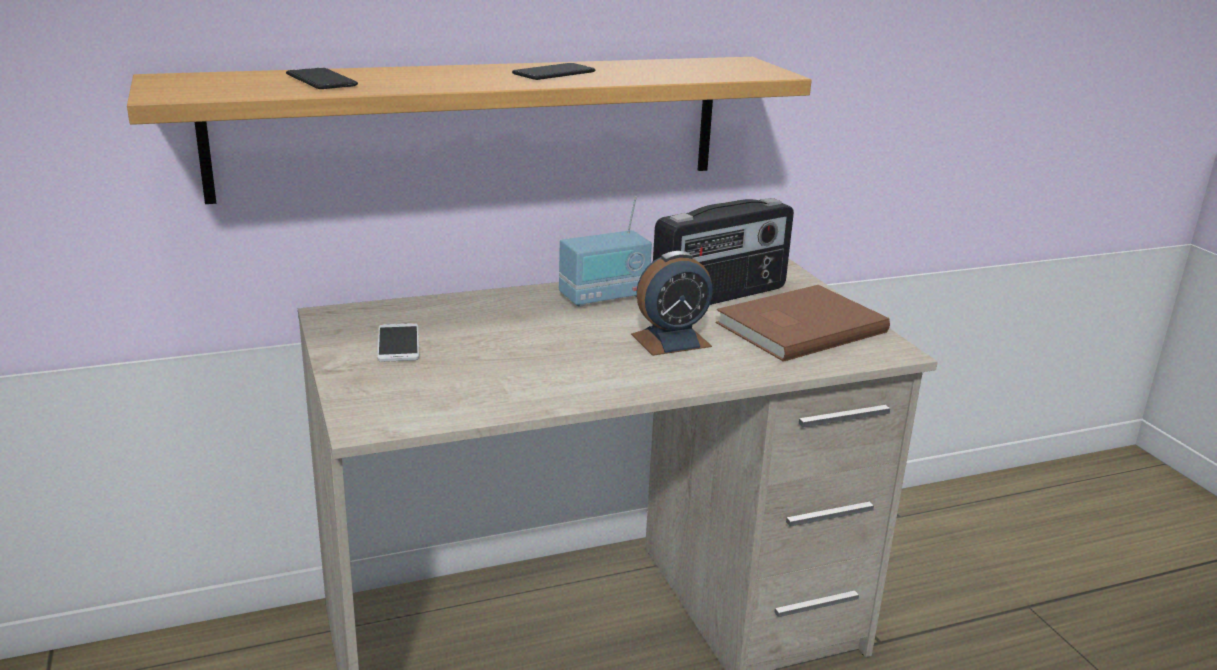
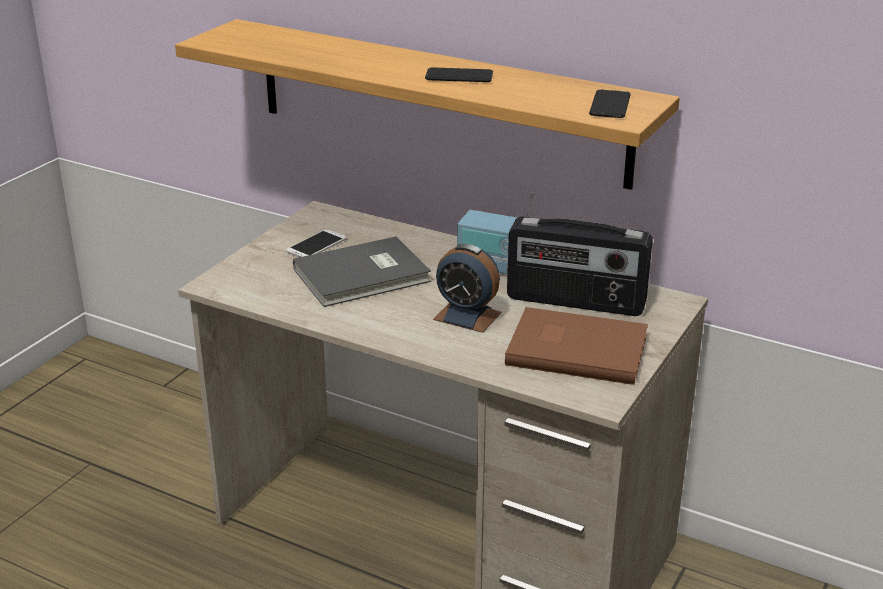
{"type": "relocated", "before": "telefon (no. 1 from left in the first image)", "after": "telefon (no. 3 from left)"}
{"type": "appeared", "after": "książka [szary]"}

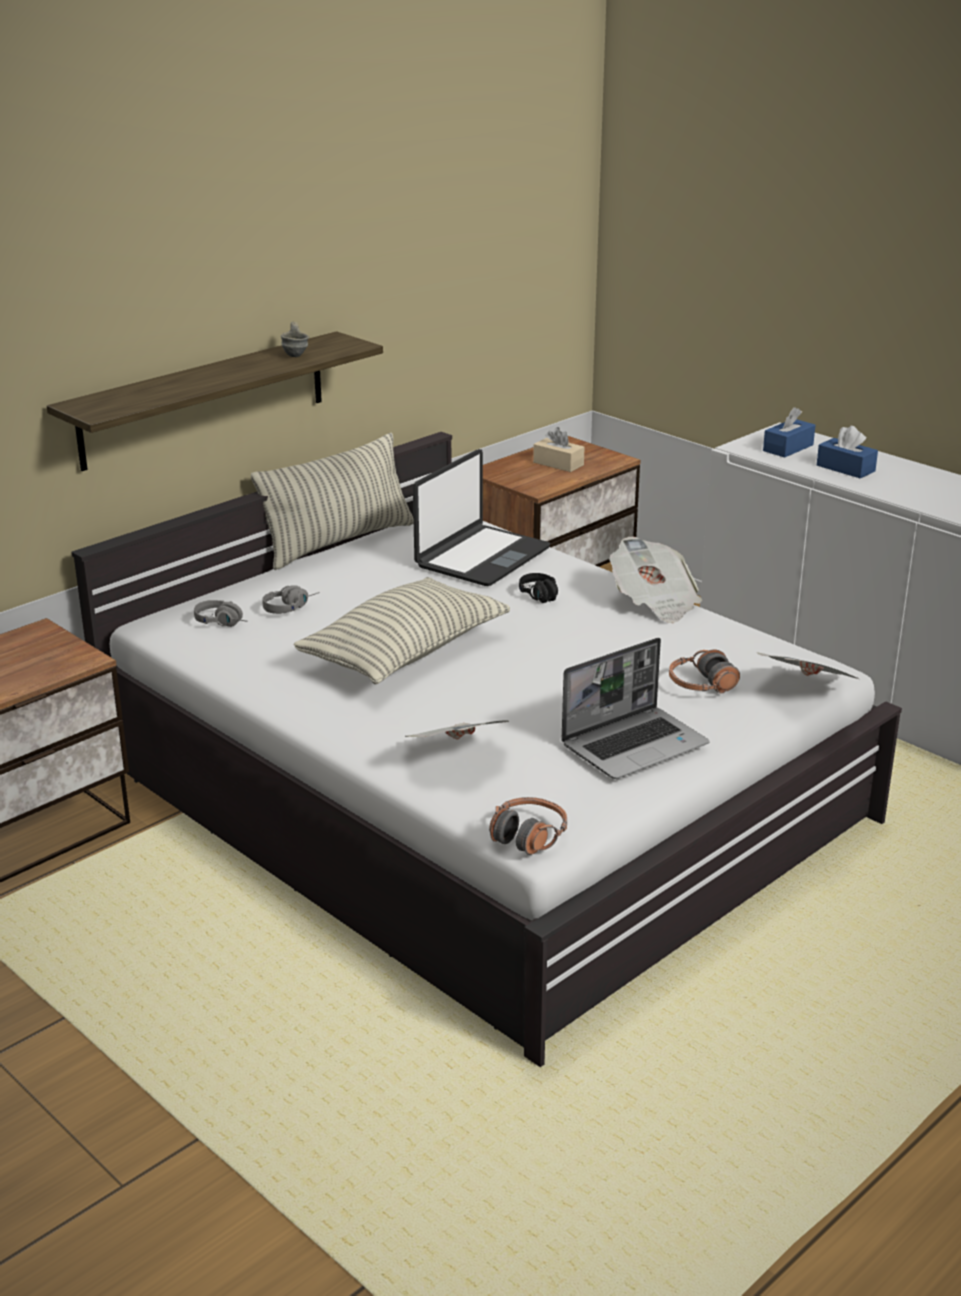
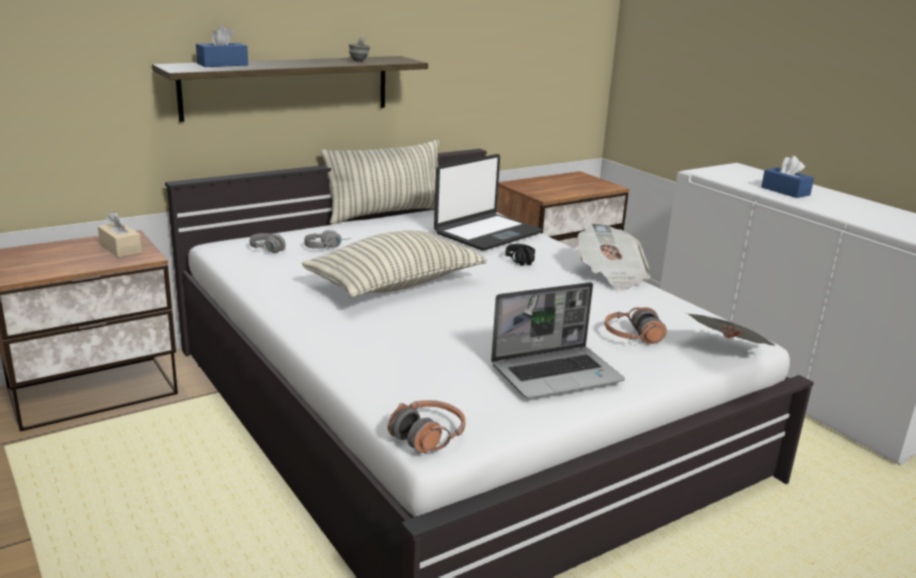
{"type": "missing", "before": "gazeta (no. 1 from left)"}
{"type": "relocated", "before": "pudełko chusteczek [beżowy]"}
{"type": "relocated", "before": "pudełko chusteczek [niebieski] (no. 1 from left)"}

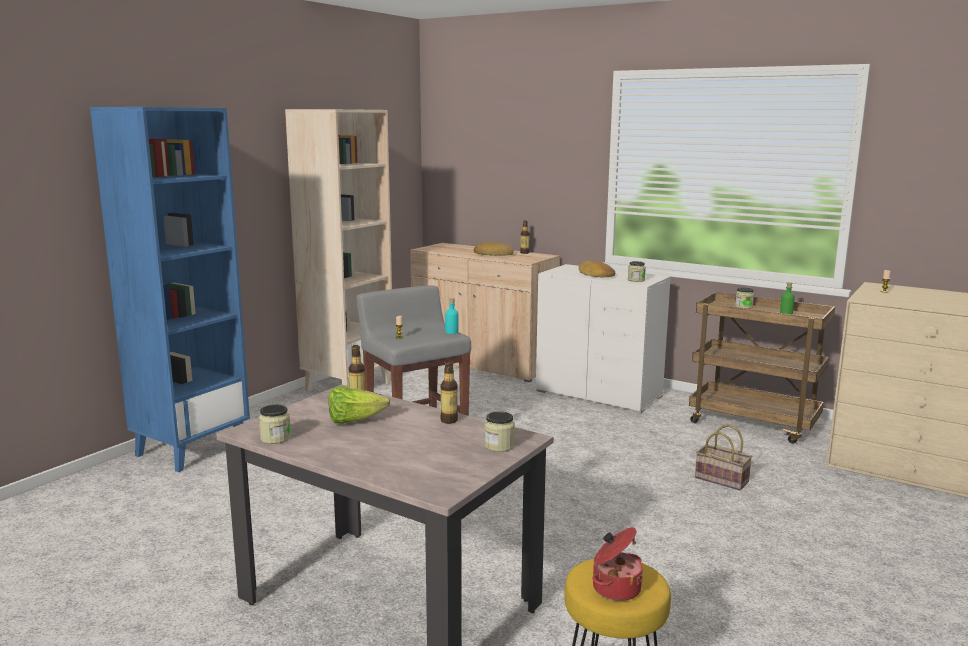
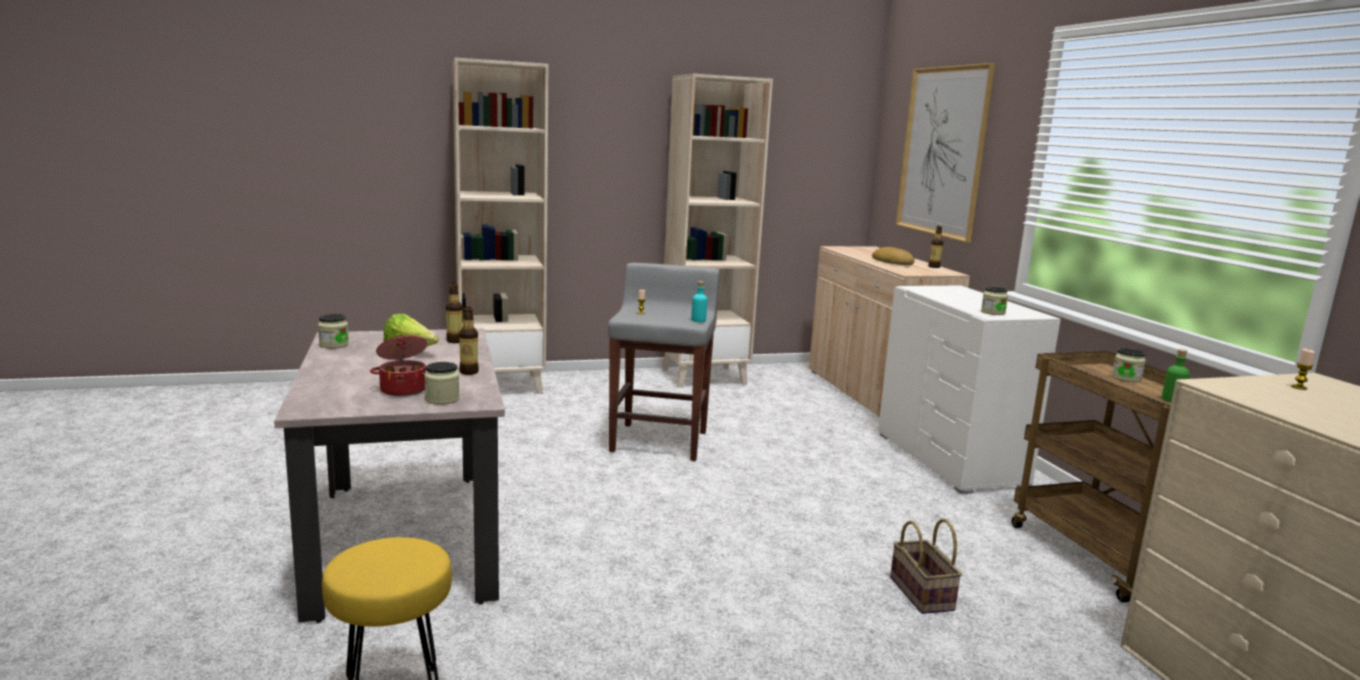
{"type": "colour", "before": "regał [niebieski]", "after": "regał [beżowy] (no. 1 from left)"}
{"type": "missing", "before": "chleb (no. 2 from left)"}
{"type": "relocated", "before": "garnek"}
{"type": "appeared", "after": "obraz"}

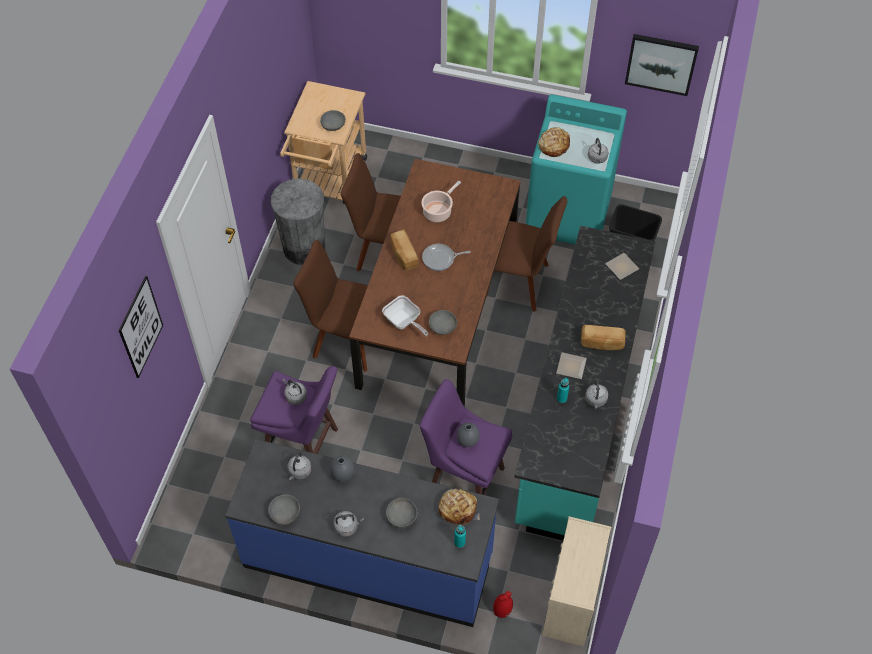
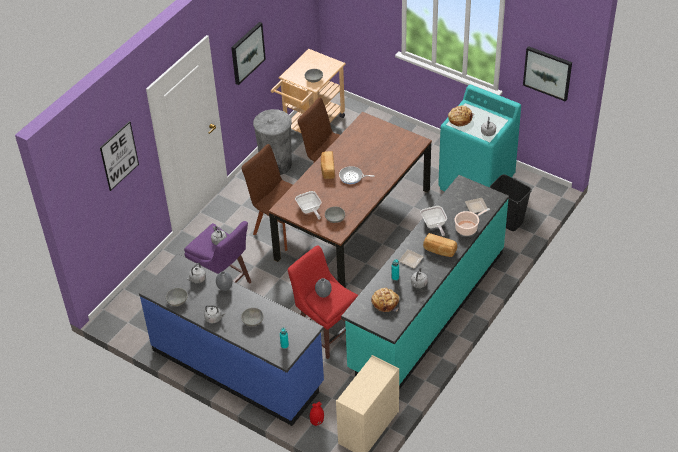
{"type": "colour", "before": "stołek [fioletowy] (no. 2 from left)", "after": "stołek [czerwony]"}
{"type": "relocated", "before": "garnek"}
{"type": "relocated", "before": "chleb (no. 2 from left)"}
{"type": "missing", "before": "krzesło [brązowy] (no. 3 from left)"}
{"type": "appeared", "after": "obraz (no. 2 from left)"}
{"type": "appeared", "after": "patelnia (no. 3 from left)"}

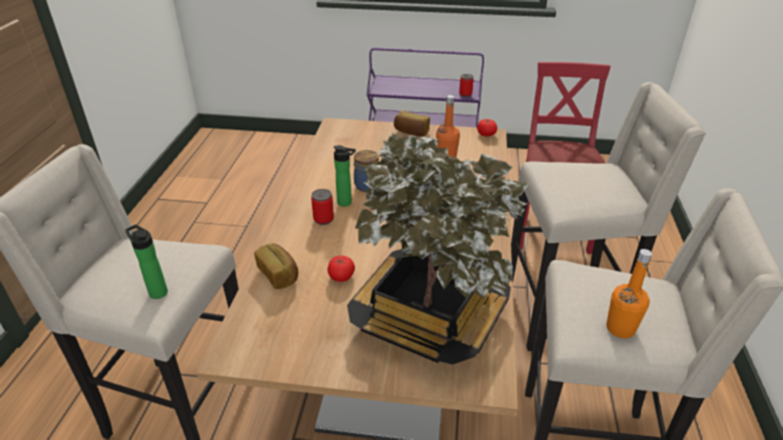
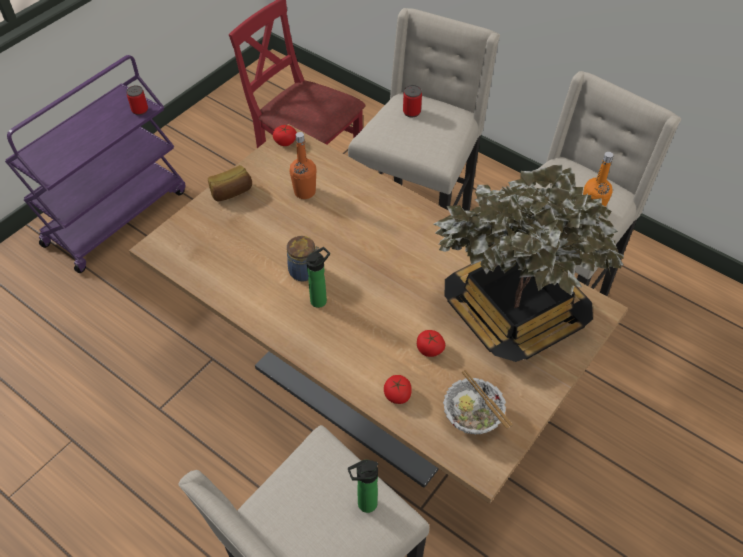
{"type": "exchanged", "before": "chleb (no. 1 from left)", "after": "pomidor (no. 2 from left)"}
{"type": "relocated", "before": "puszka (no. 1 from left in the first image)", "after": "puszka (no. 2 from left)"}
{"type": "appeared", "after": "miska"}

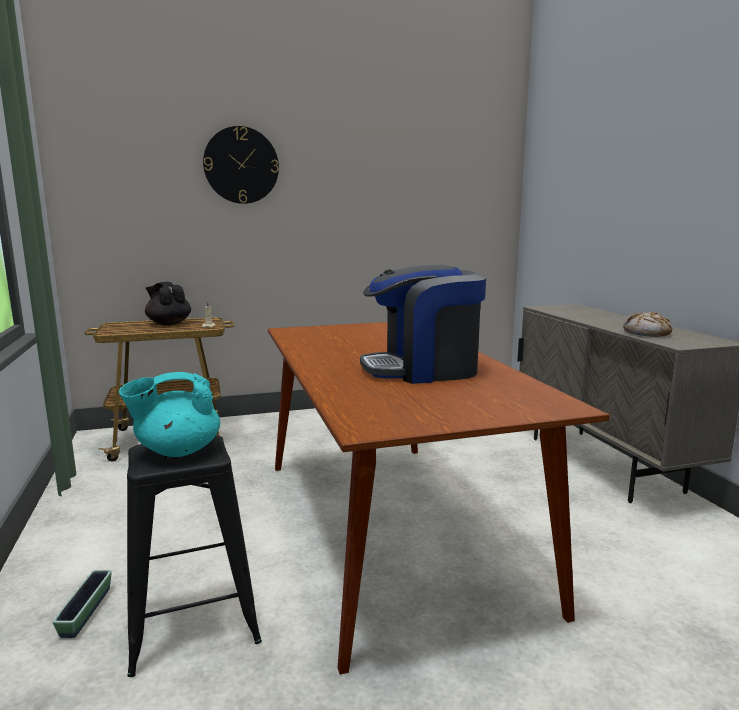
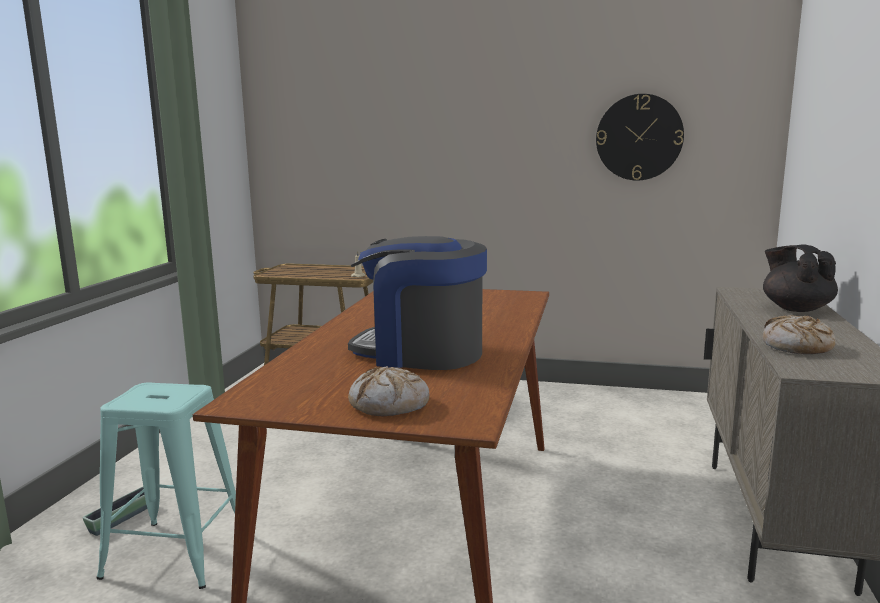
{"type": "missing", "before": "imbryk [turkusowy]"}
{"type": "colour", "before": "stołek [czarny]", "after": "stołek [turkusowy]"}
{"type": "relocated", "before": "imbryk [czarny]"}
{"type": "relocated", "before": "zegar ścienny"}
{"type": "appeared", "after": "chleb (no. 1 from left)"}

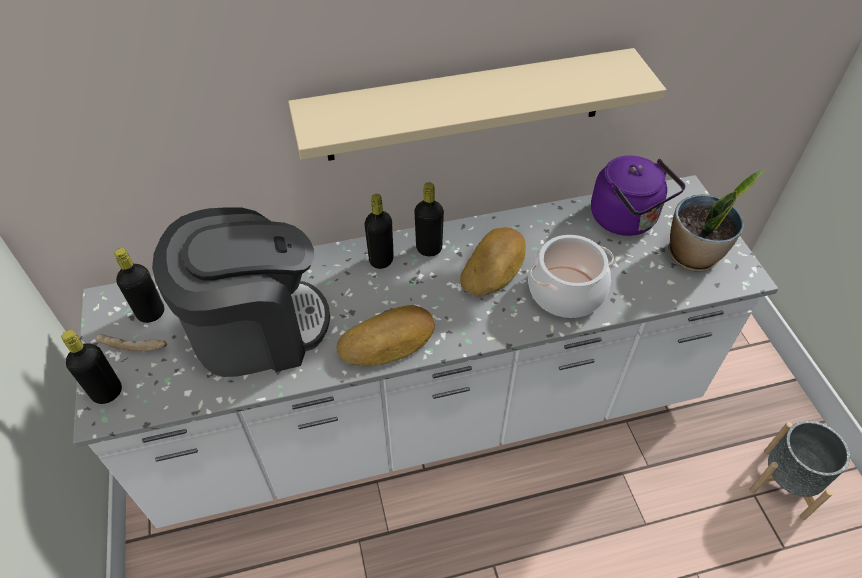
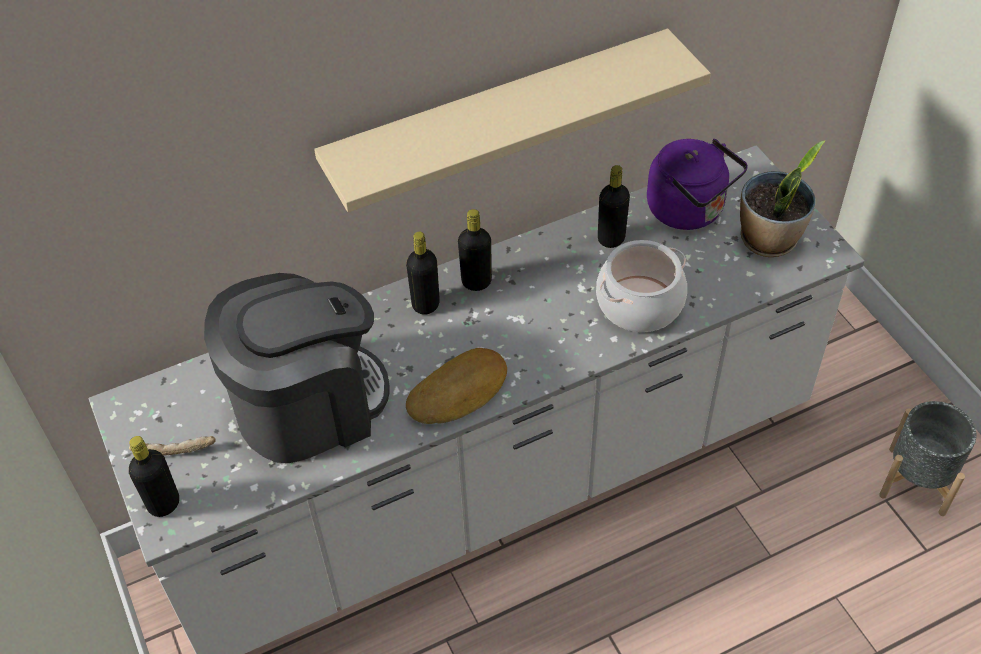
{"type": "relocated", "before": "butelka [czarny] (no. 2 from left in the first image)", "after": "butelka [czarny] (no. 4 from left)"}
{"type": "missing", "before": "chleb (no. 3 from left)"}

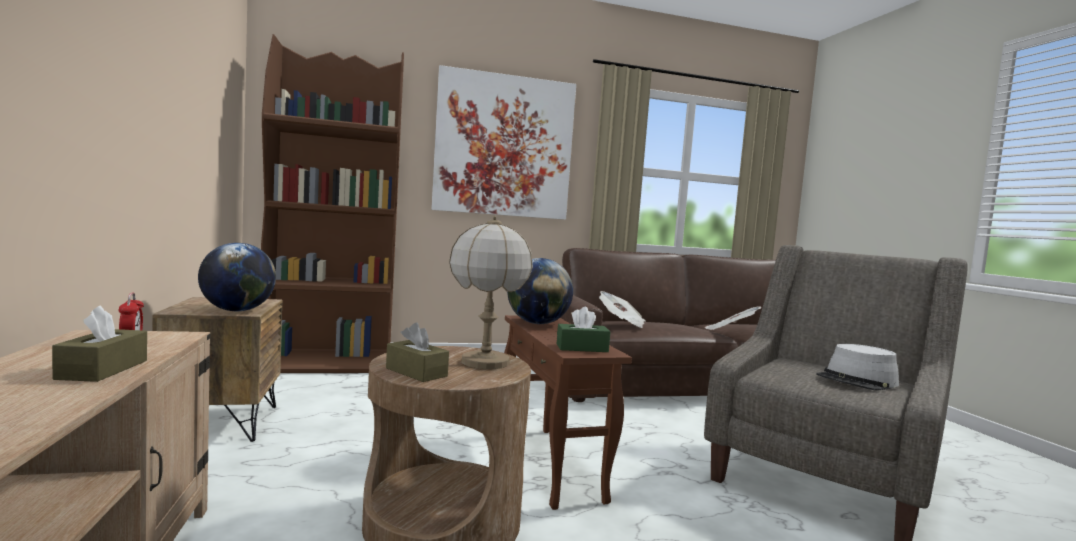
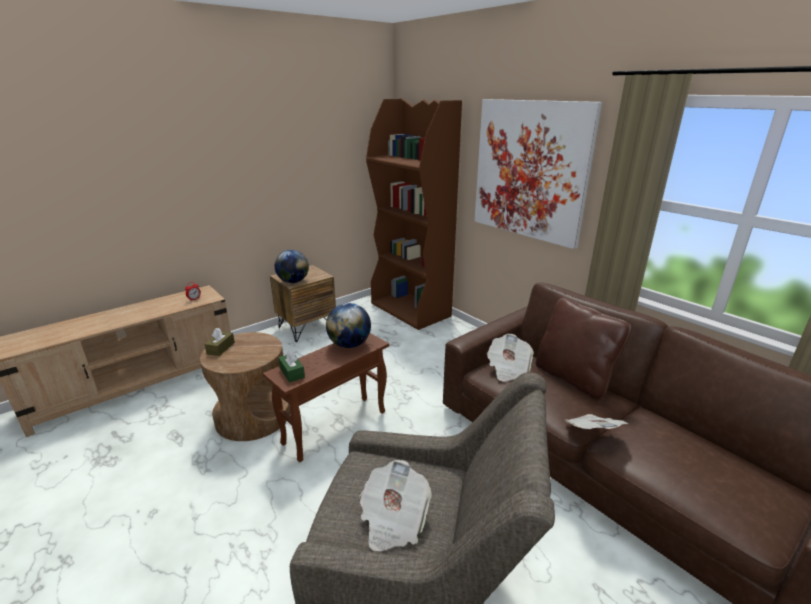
{"type": "missing", "before": "pudełko chusteczek [brązowy] (no. 1 from left)"}
{"type": "missing", "before": "lampa stołowa"}
{"type": "exchanged", "before": "kapelusz [szary]", "after": "gazeta (no. 1 from left)"}
{"type": "appeared", "after": "poduszka [brązowy]"}

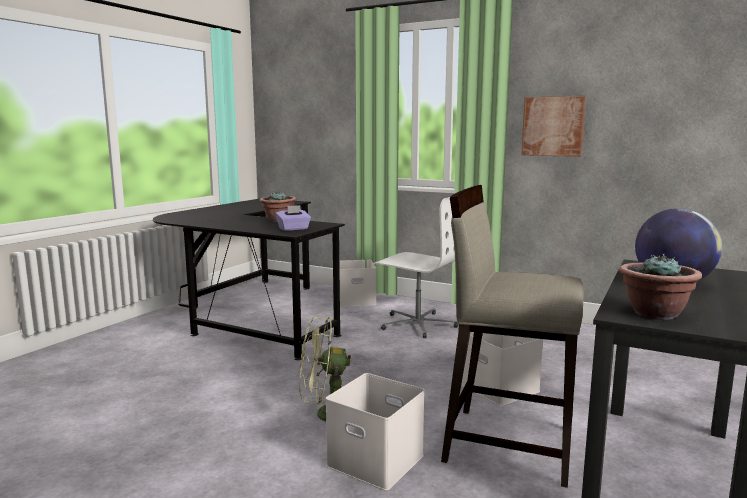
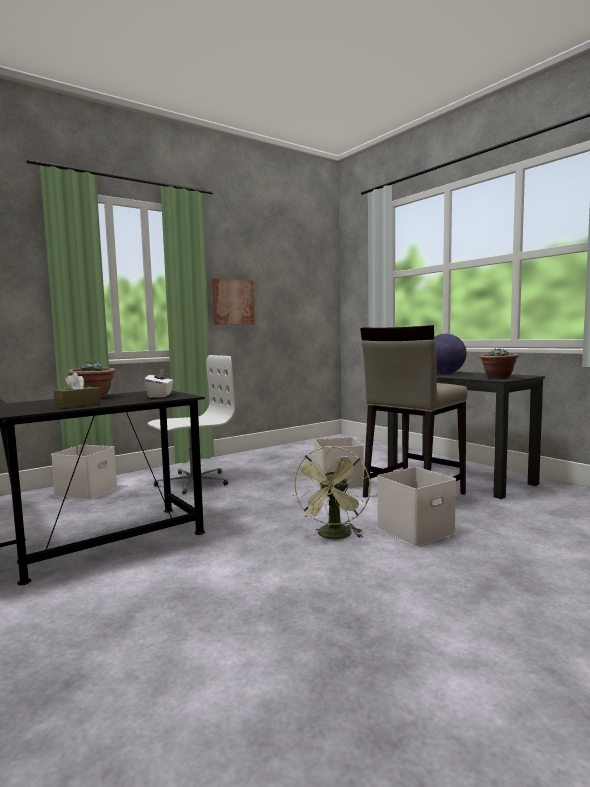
{"type": "colour", "before": "pudełko chusteczek [fioletowy]", "after": "pudełko chusteczek [biały]"}
{"type": "appeared", "after": "pudełko chusteczek [brązowy]"}

